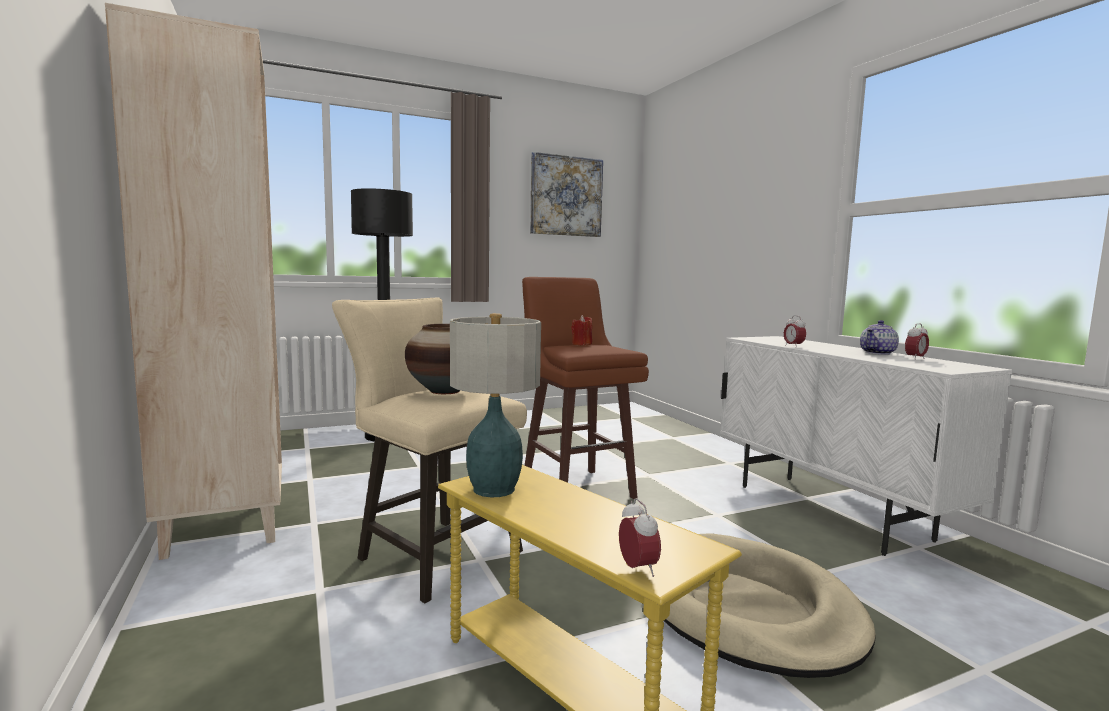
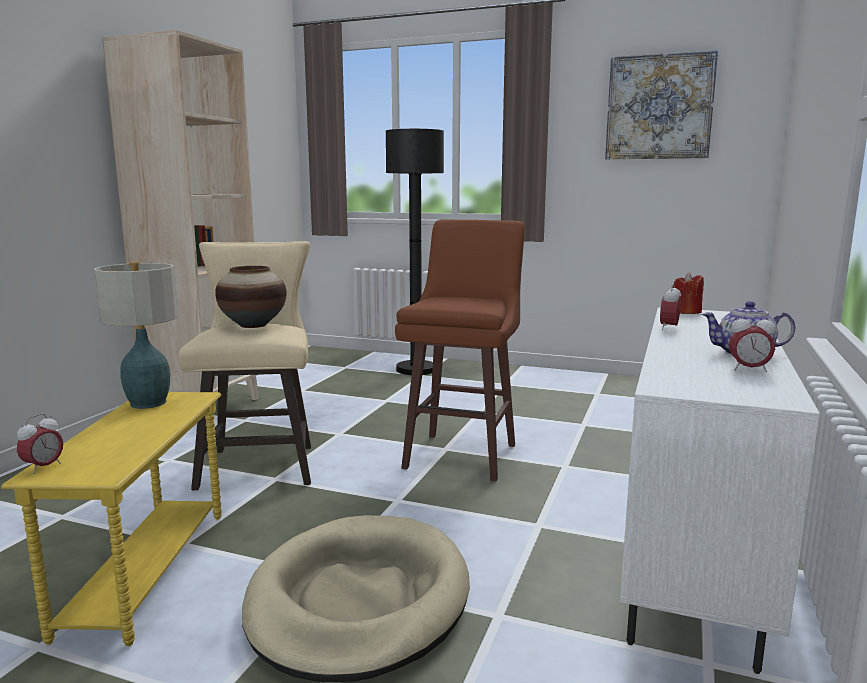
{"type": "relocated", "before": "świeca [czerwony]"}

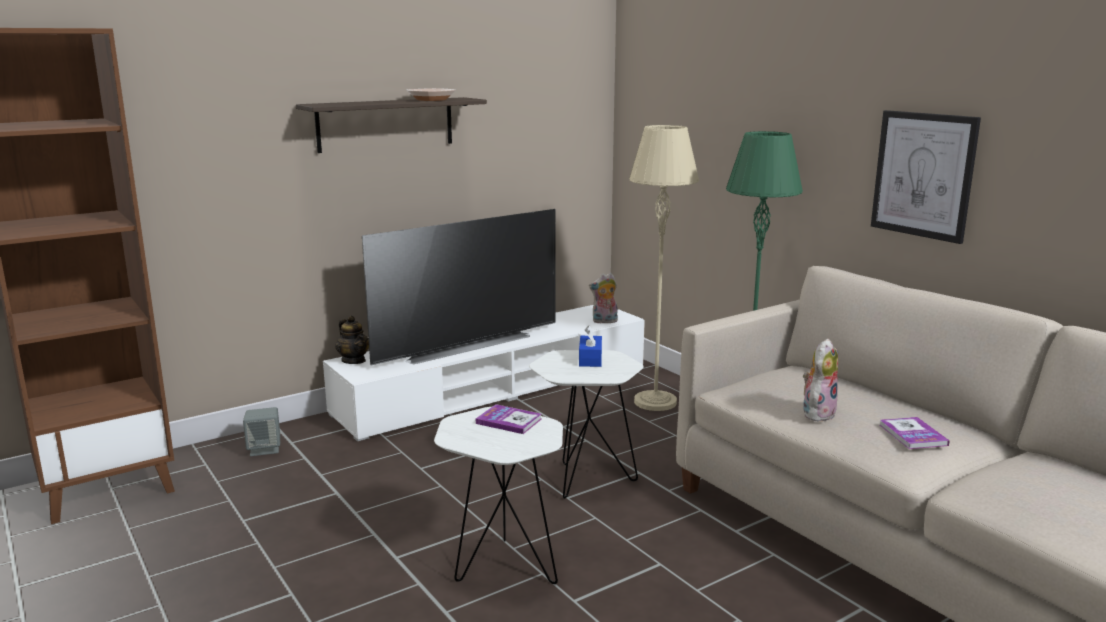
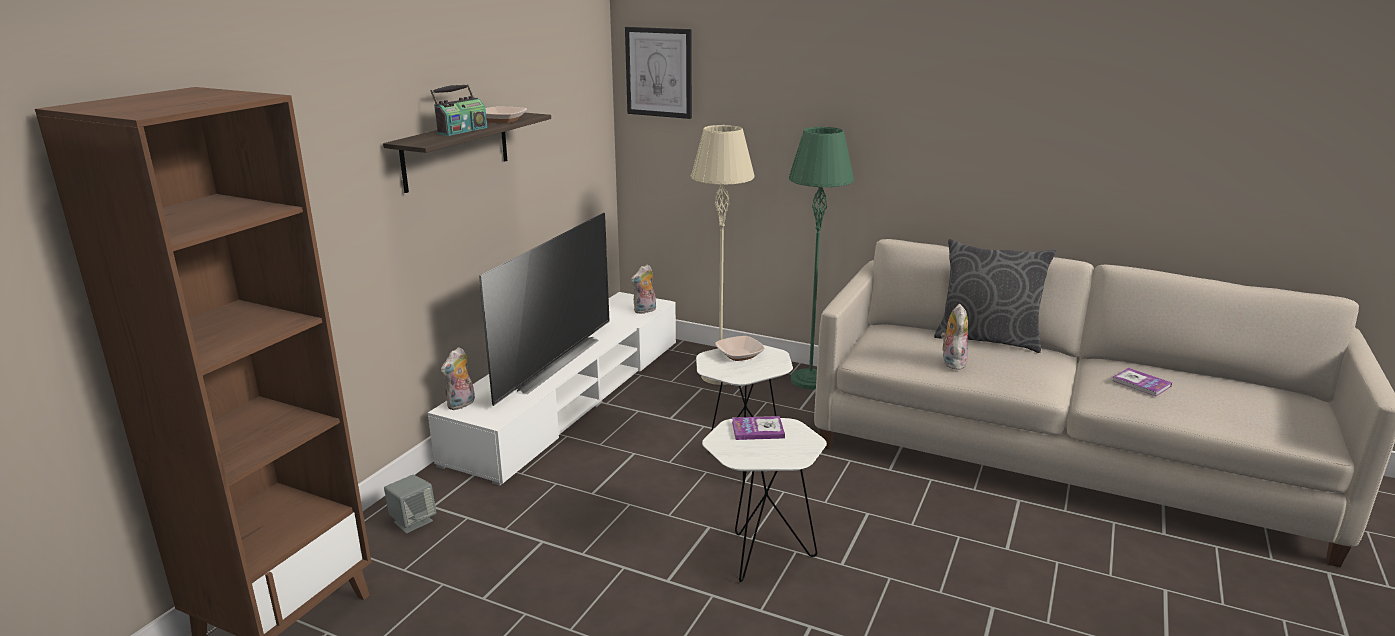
{"type": "exchanged", "before": "imbryk", "after": "pluszak (no. 1 from left)"}
{"type": "exchanged", "before": "pudełko chusteczek [niebieski]", "after": "miska (no. 2 from left)"}
{"type": "relocated", "before": "obraz"}
{"type": "relocated", "before": "książka (no. 2 from left)"}
{"type": "appeared", "after": "radio"}
{"type": "appeared", "after": "poduszka [szary]"}

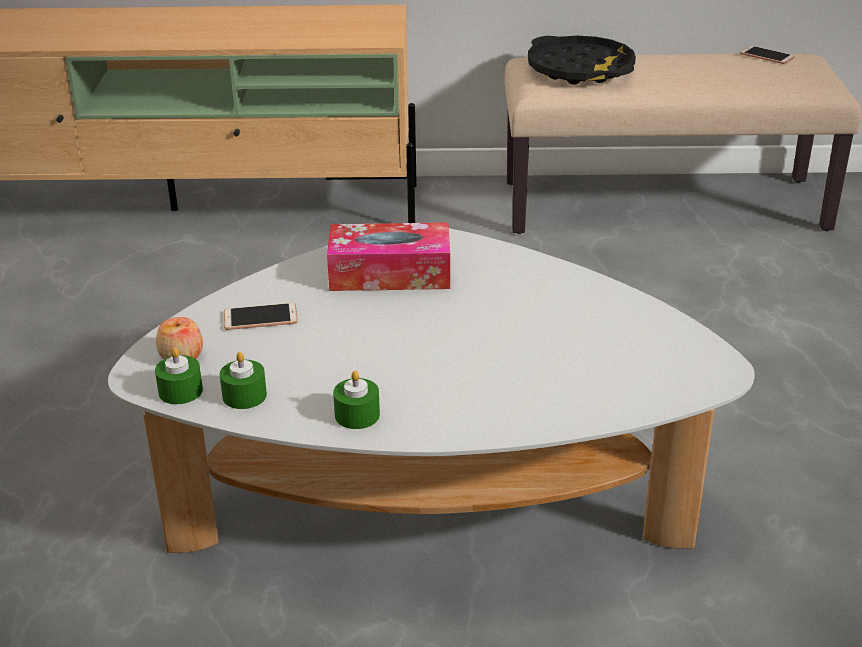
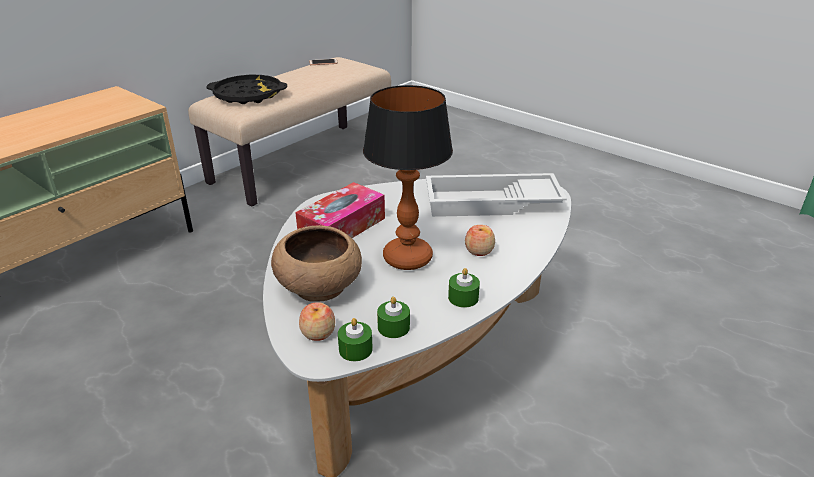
{"type": "exchanged", "before": "telefon (no. 1 from left)", "after": "miska [brązowy]"}
{"type": "appeared", "after": "lampa stołowa"}
{"type": "appeared", "after": "taca [biały]"}
{"type": "appeared", "after": "jabłko (no. 2 from left)"}

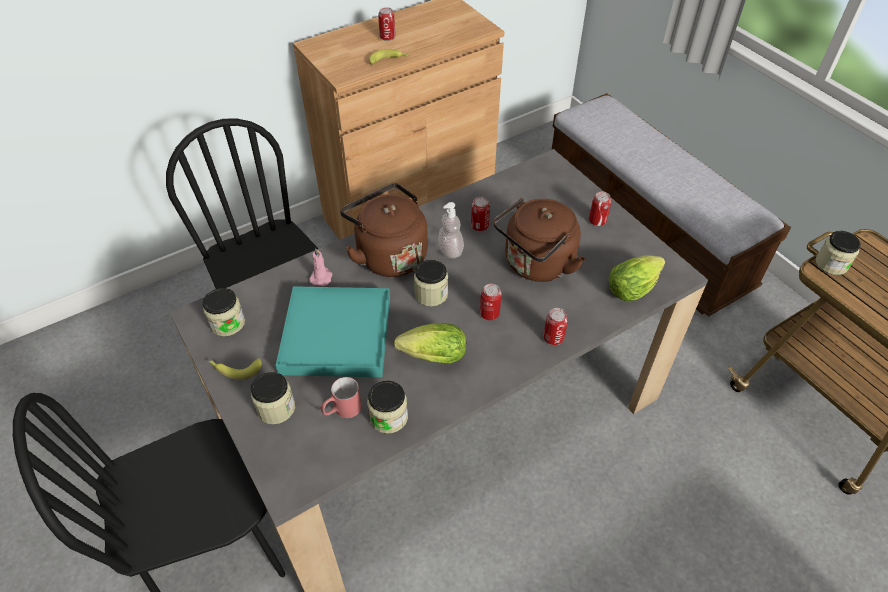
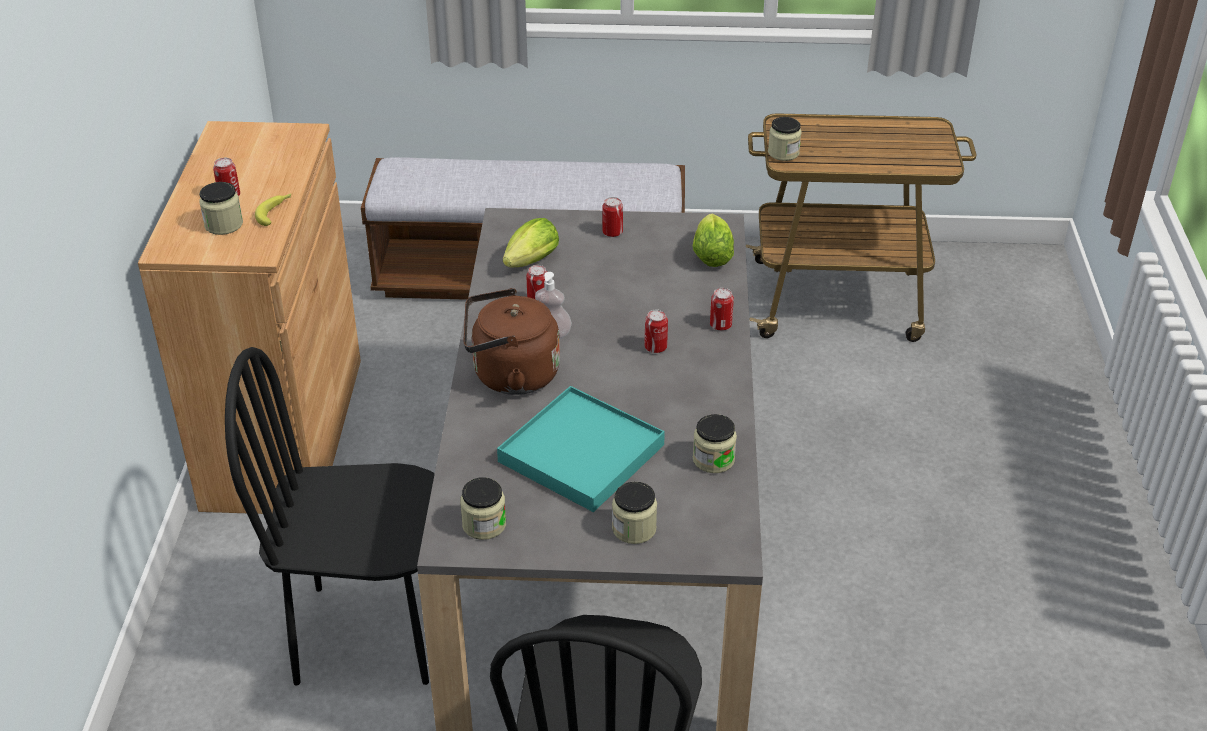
{"type": "missing", "before": "banan (no. 1 from left)"}
{"type": "missing", "before": "świeca [różowy]"}
{"type": "missing", "before": "kubek [czerwony]"}
{"type": "relocated", "before": "sałata (no. 1 from left)"}
{"type": "relocated", "before": "słoik (no. 4 from left in the first image)", "after": "słoik (no. 1 from left)"}
{"type": "missing", "before": "czajnik [brązowy] (no. 2 from left)"}

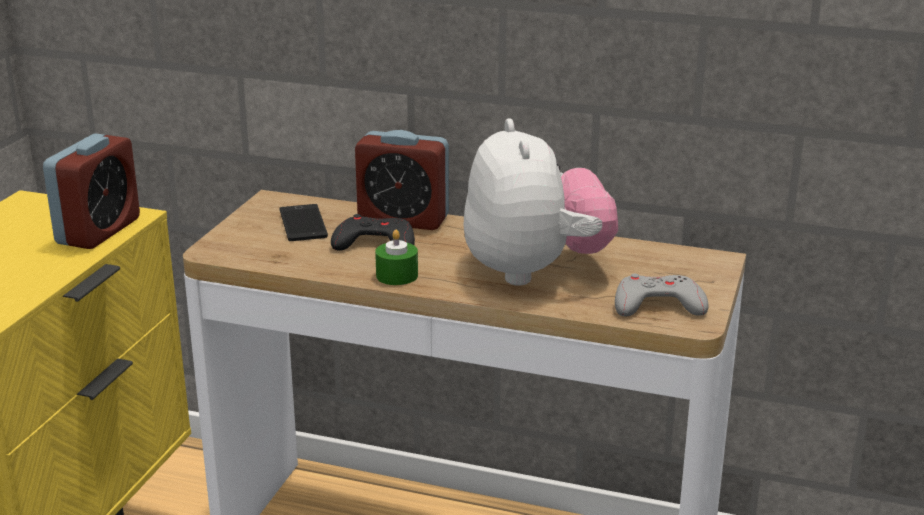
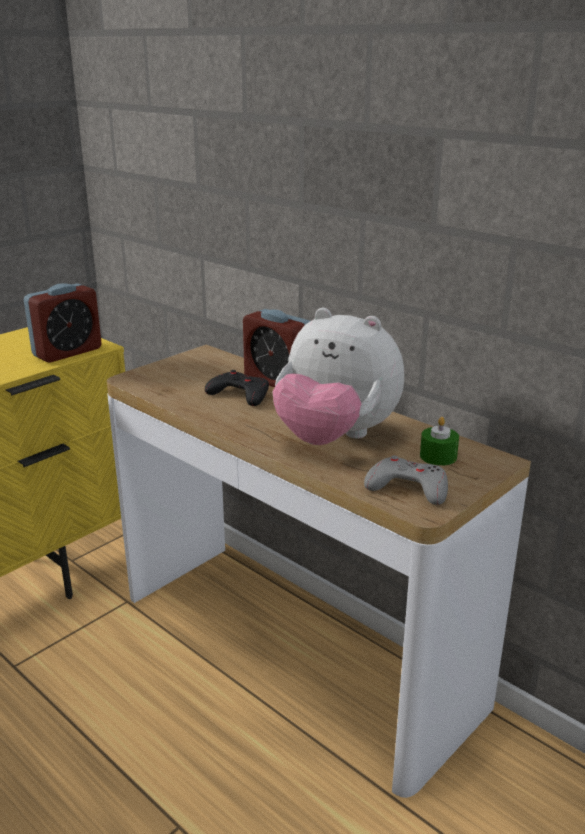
{"type": "missing", "before": "telefon"}
{"type": "relocated", "before": "świeca [zielony]"}
{"type": "spun", "before": "pluszak", "turn": 105}

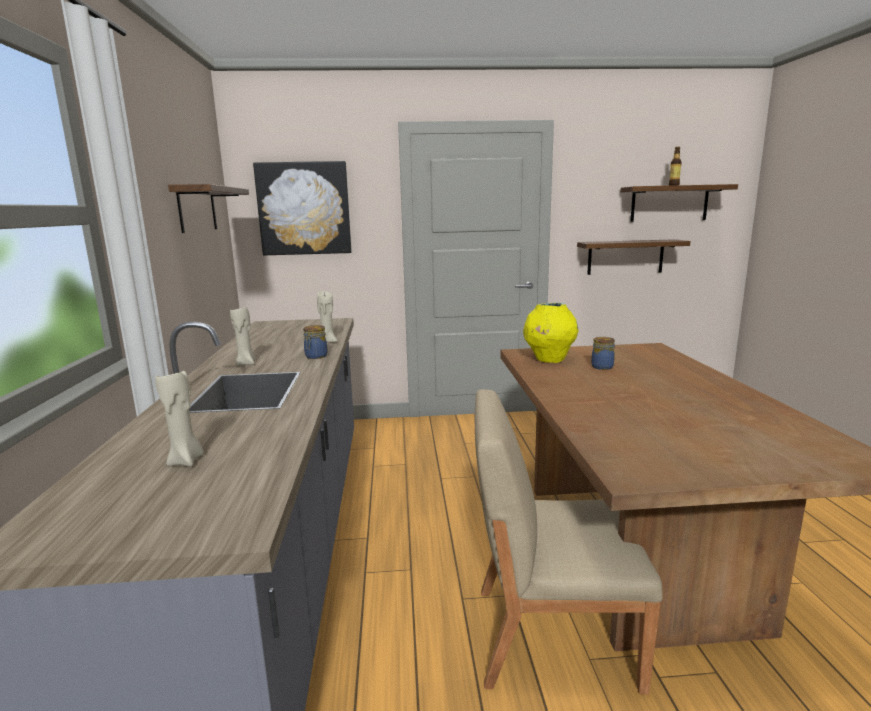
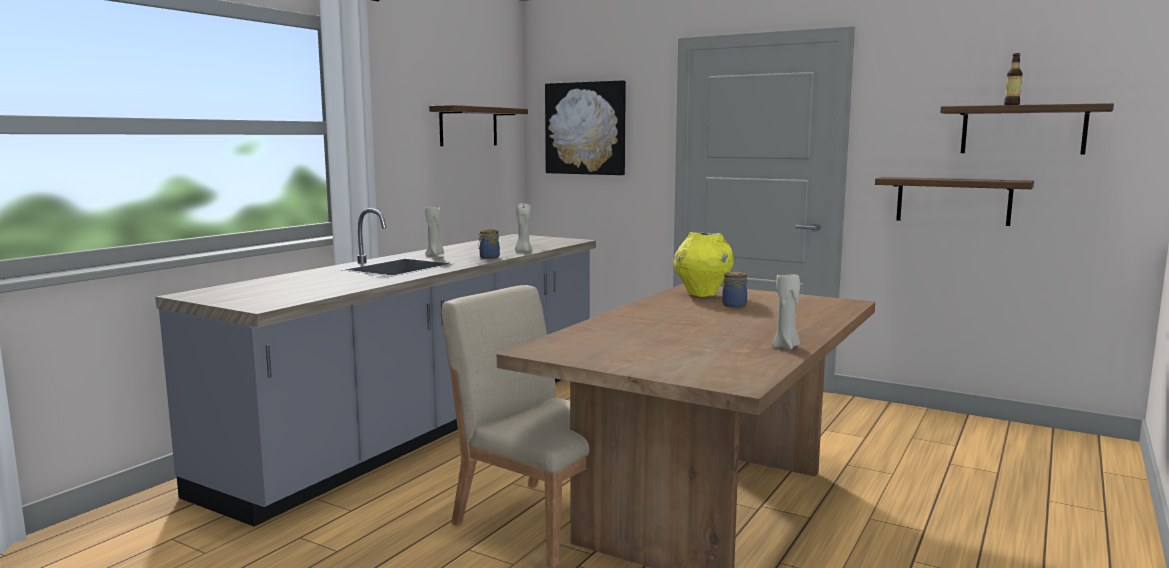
{"type": "relocated", "before": "świeca [beżowy] (no. 1 from left in the first image)", "after": "świeca [beżowy] (no. 3 from left)"}

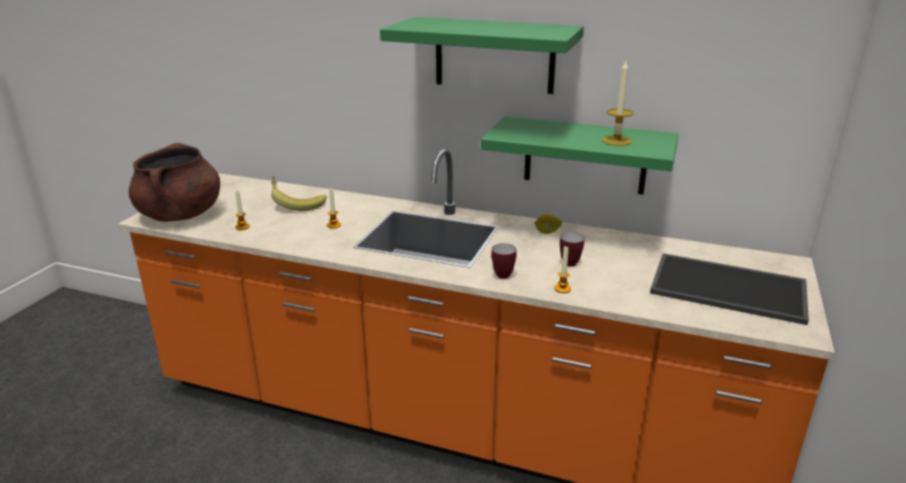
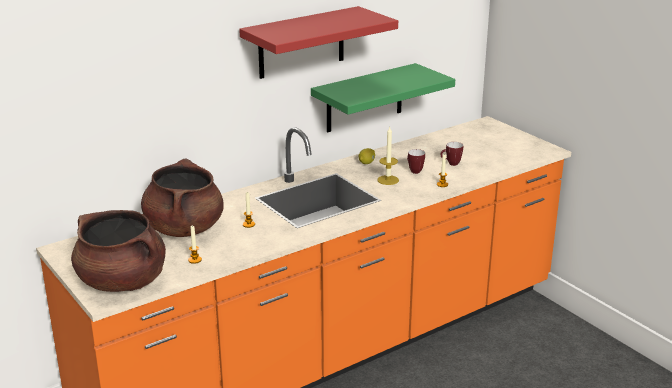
{"type": "exchanged", "before": "banan", "after": "garnek [brązowy] (no. 2 from left)"}
{"type": "colour", "before": "półka [zielony] (no. 1 from left)", "after": "półka [czerwony]"}
{"type": "relocated", "before": "kubek (no. 1 from left in the first image)", "after": "kubek (no. 2 from left)"}
{"type": "relocated", "before": "świeca (no. 4 from left in the first image)", "after": "świeca (no. 3 from left)"}
{"type": "missing", "before": "taca"}

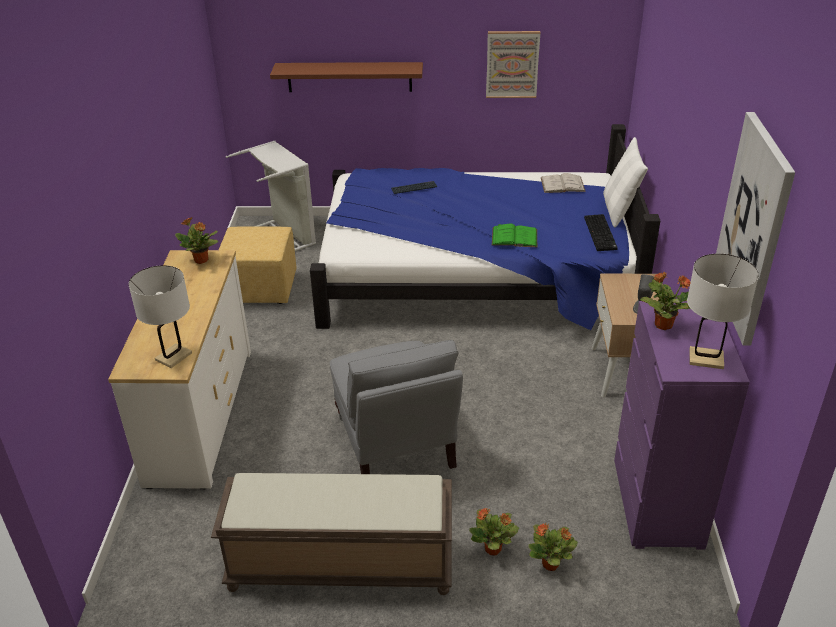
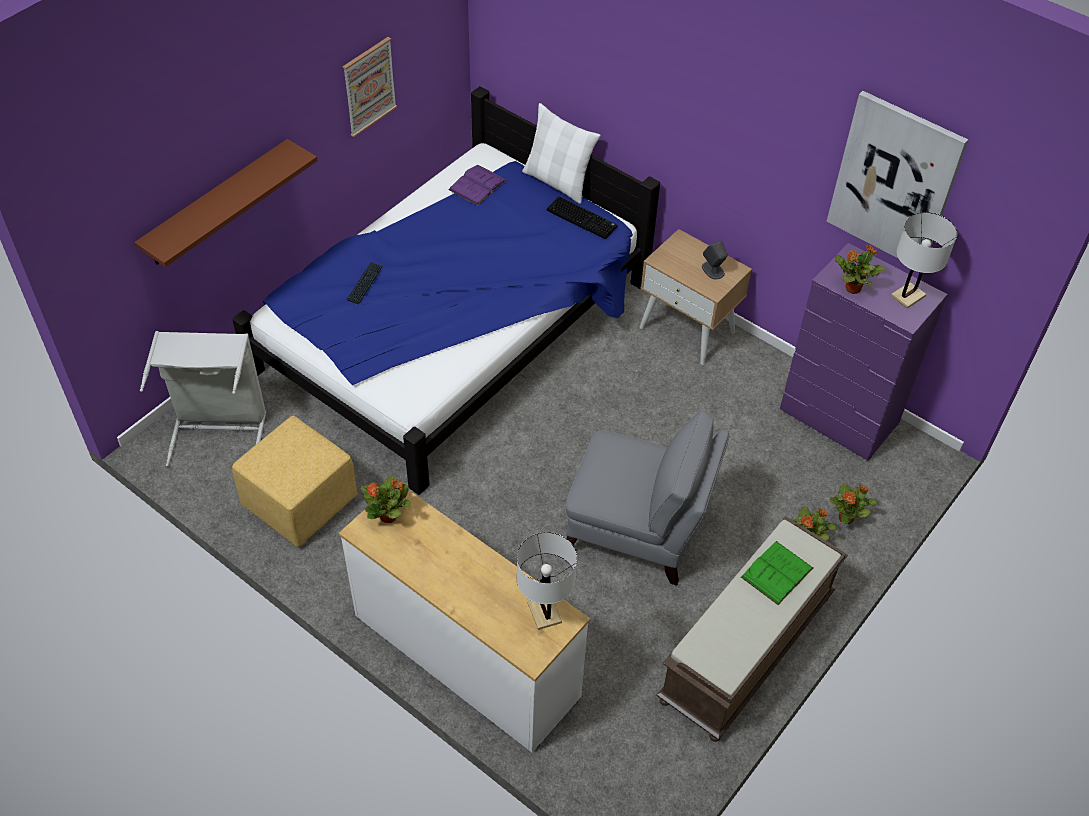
{"type": "relocated", "before": "książka [zielony]"}
{"type": "colour", "before": "książka [biały]", "after": "książka [fioletowy]"}

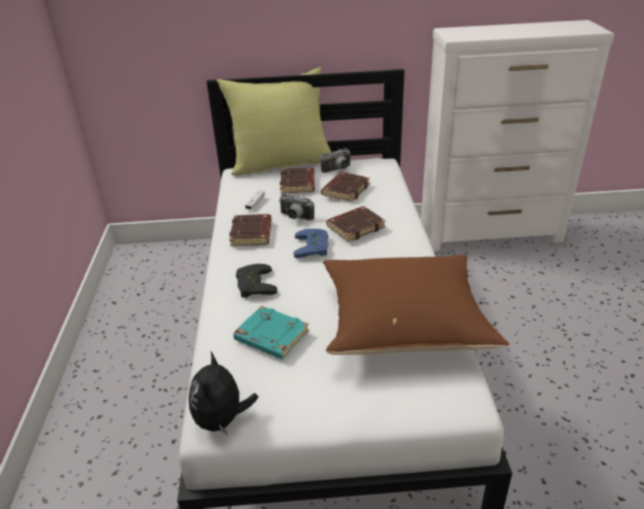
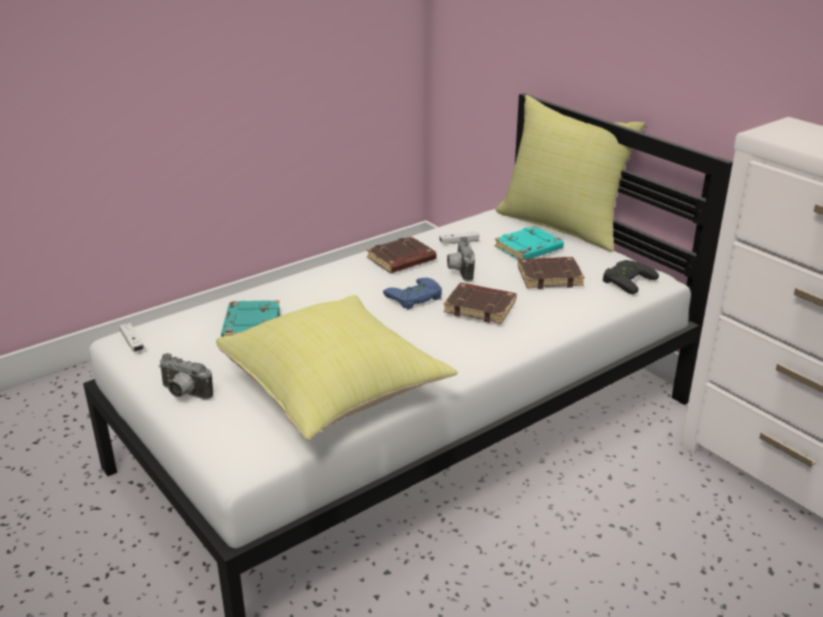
{"type": "exchanged", "before": "pluszak", "after": "pad do gier [biały] (no. 1 from left)"}
{"type": "relocated", "before": "pad do gier [czarny]"}
{"type": "colour", "before": "książka [brązowy] (no. 2 from left)", "after": "książka [turkusowy] (no. 2 from left)"}
{"type": "relocated", "before": "aparat fotograficzny (no. 2 from left in the first image)", "after": "aparat fotograficzny (no. 1 from left)"}
{"type": "colour", "before": "poduszka [brązowy]", "after": "poduszka [żółty] (no. 1 from left)"}

